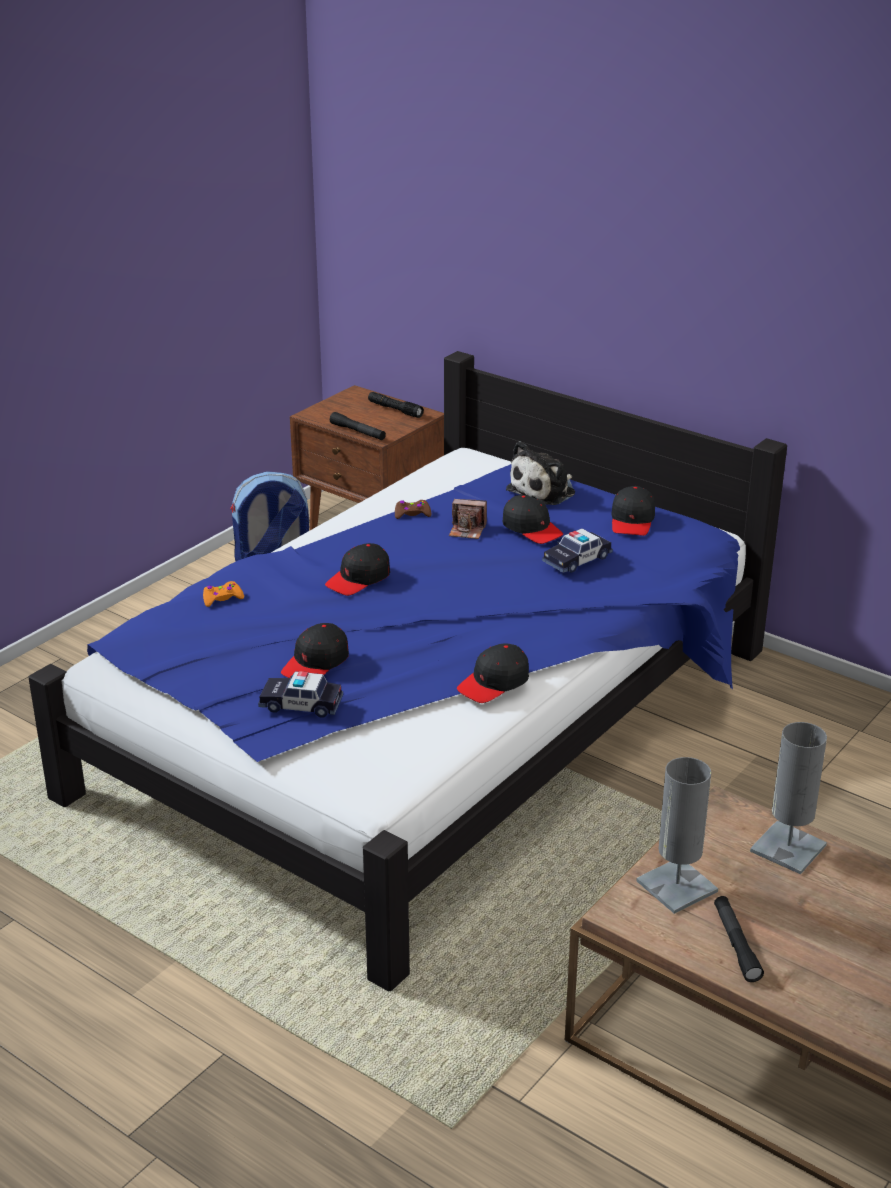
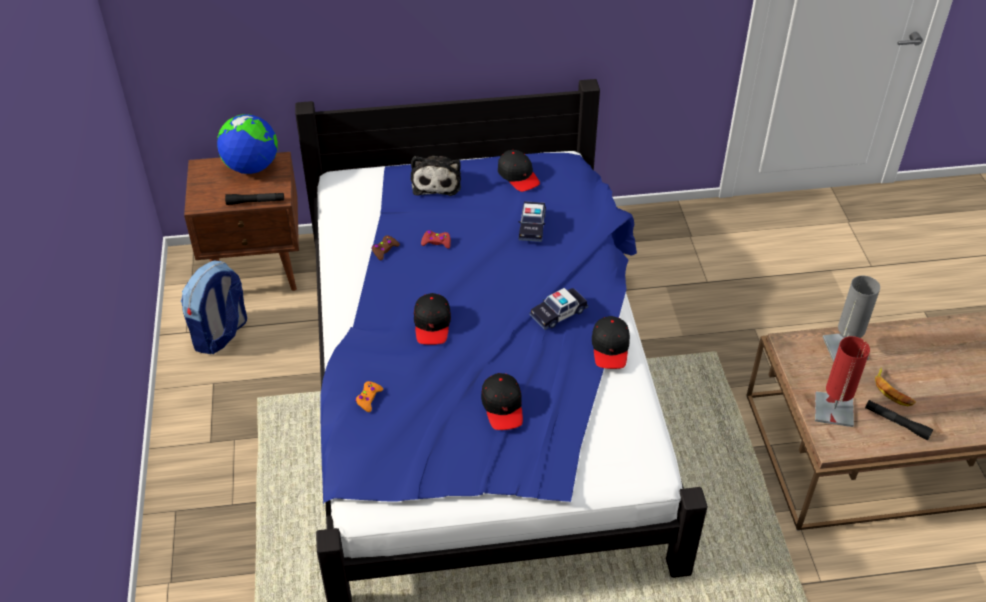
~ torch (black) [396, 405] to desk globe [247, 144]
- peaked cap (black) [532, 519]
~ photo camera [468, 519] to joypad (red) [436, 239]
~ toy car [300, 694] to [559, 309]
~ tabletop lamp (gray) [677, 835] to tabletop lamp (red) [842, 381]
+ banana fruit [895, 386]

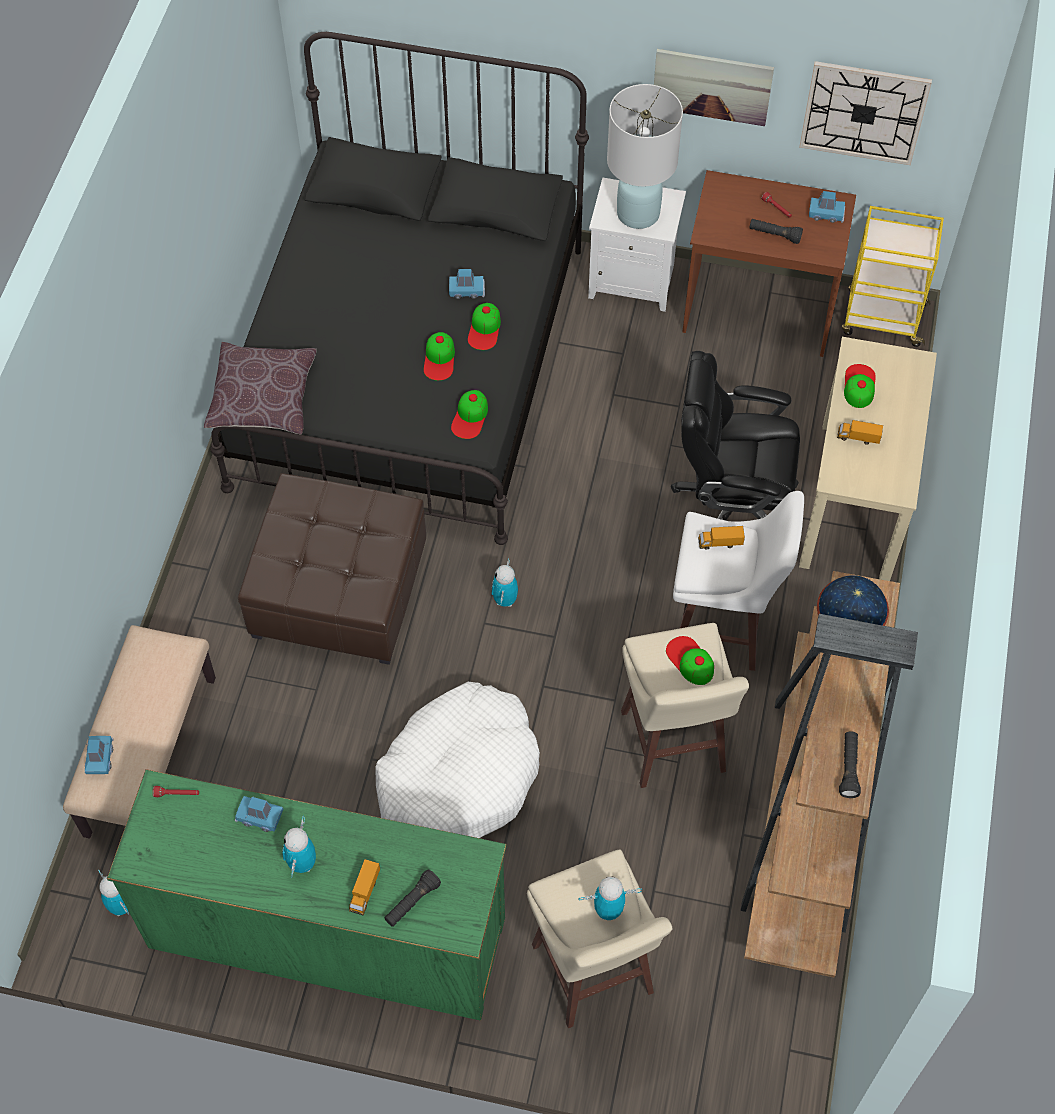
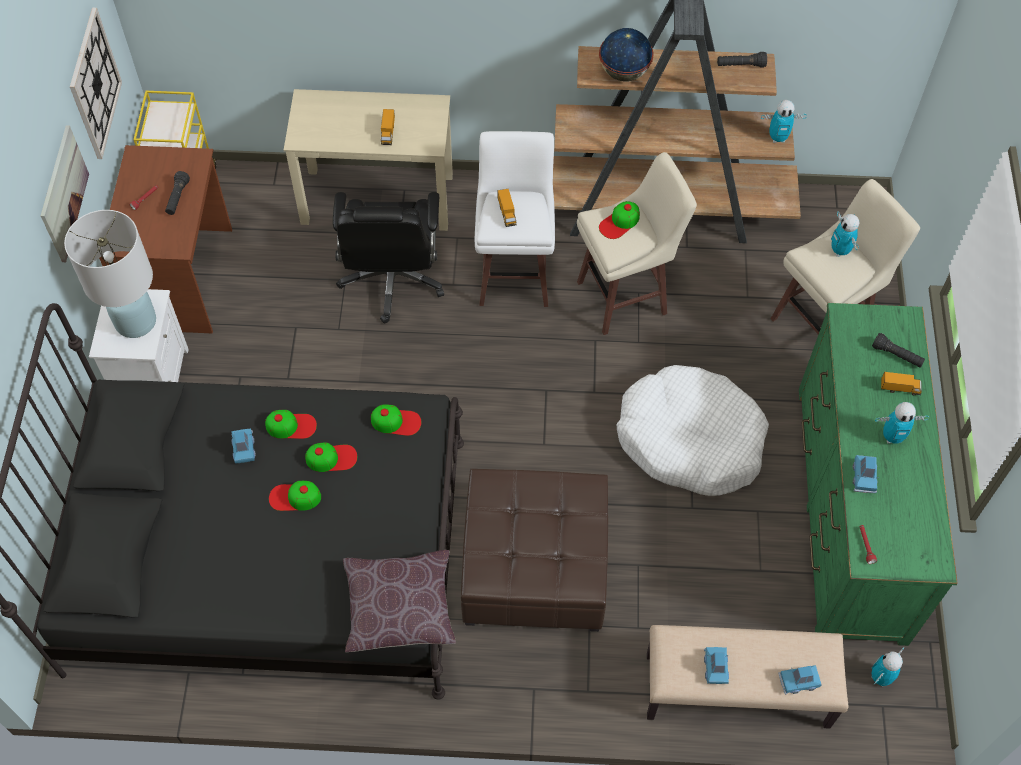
~ toy car (blue-coloured) [827, 207] to [716, 665]
~ peaked cap [860, 386] to [295, 496]
~ model robot [504, 582] to [784, 121]

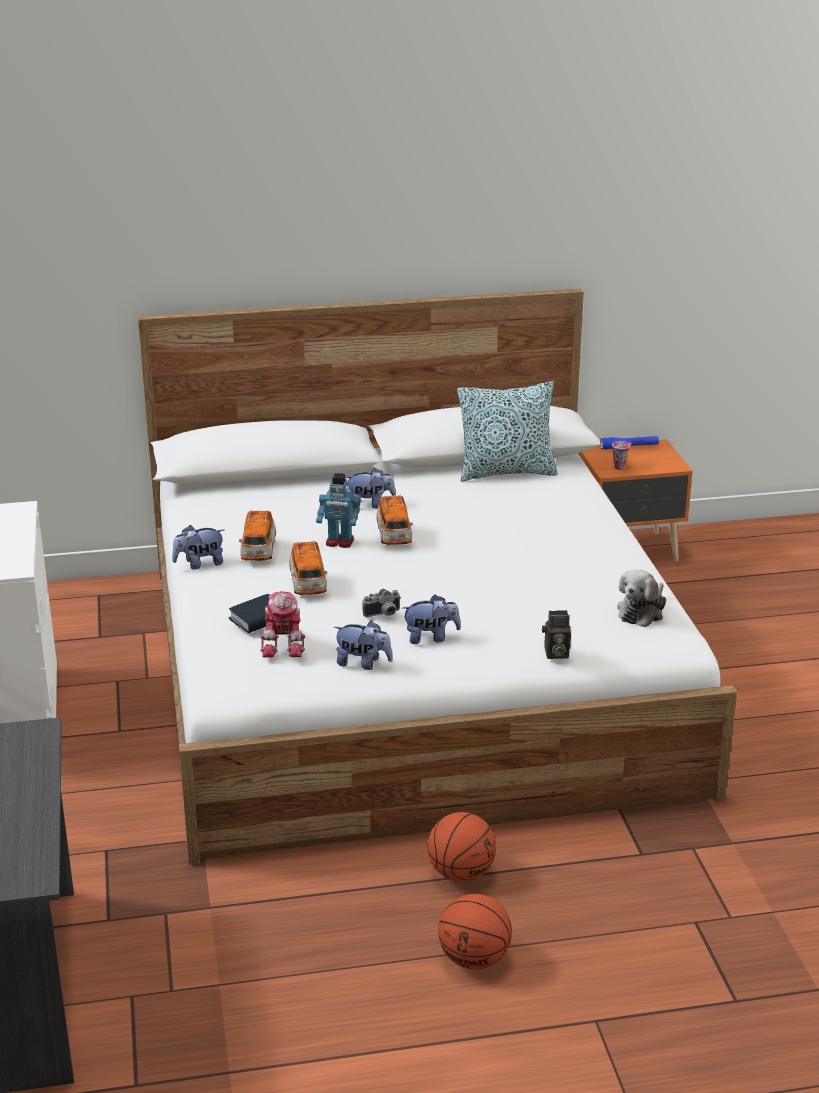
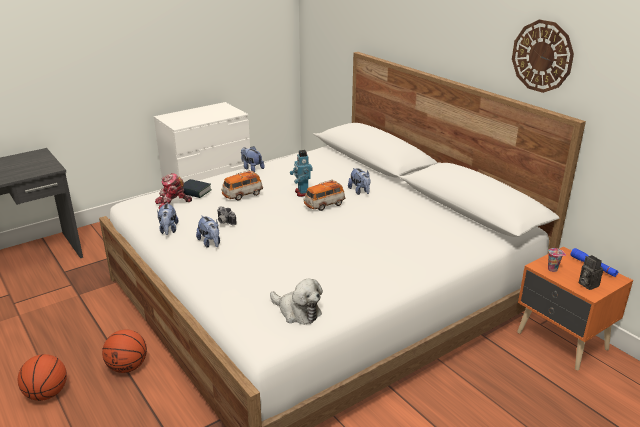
- pillow [507, 431]
- toy car [257, 535]
~ plush toy [641, 598] = [296, 301] 150 degrees counterclockwise
~ photo camera [556, 634] to [591, 272]
+ wall clock [543, 56]

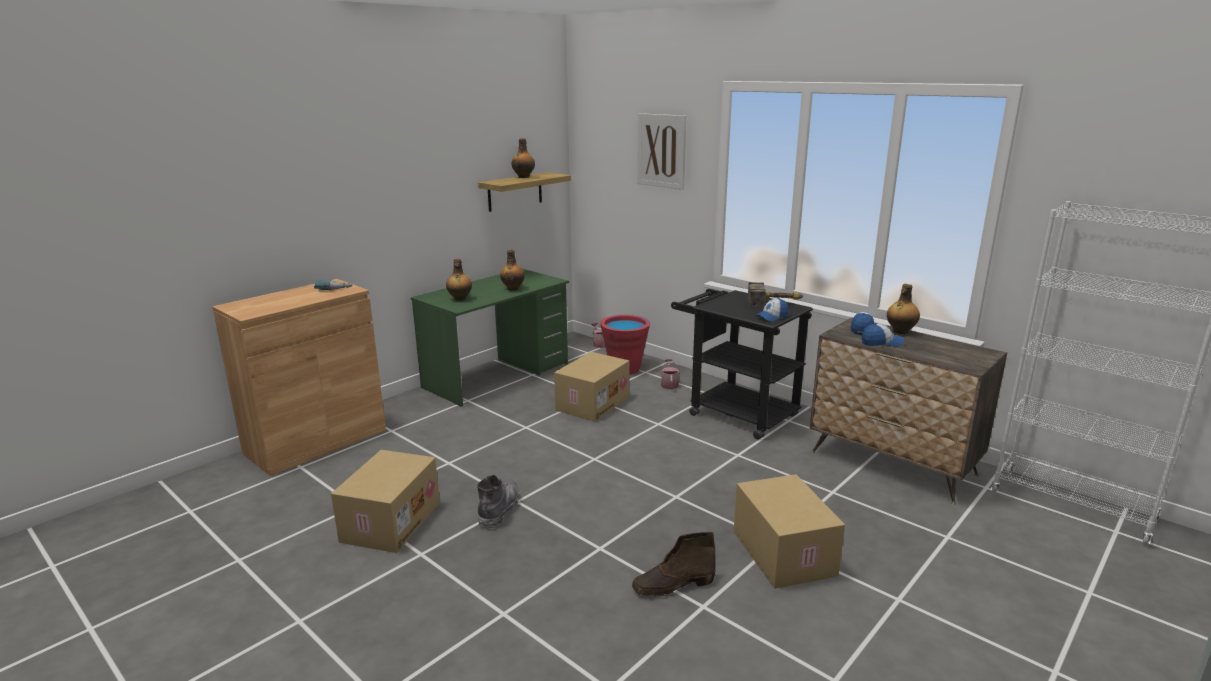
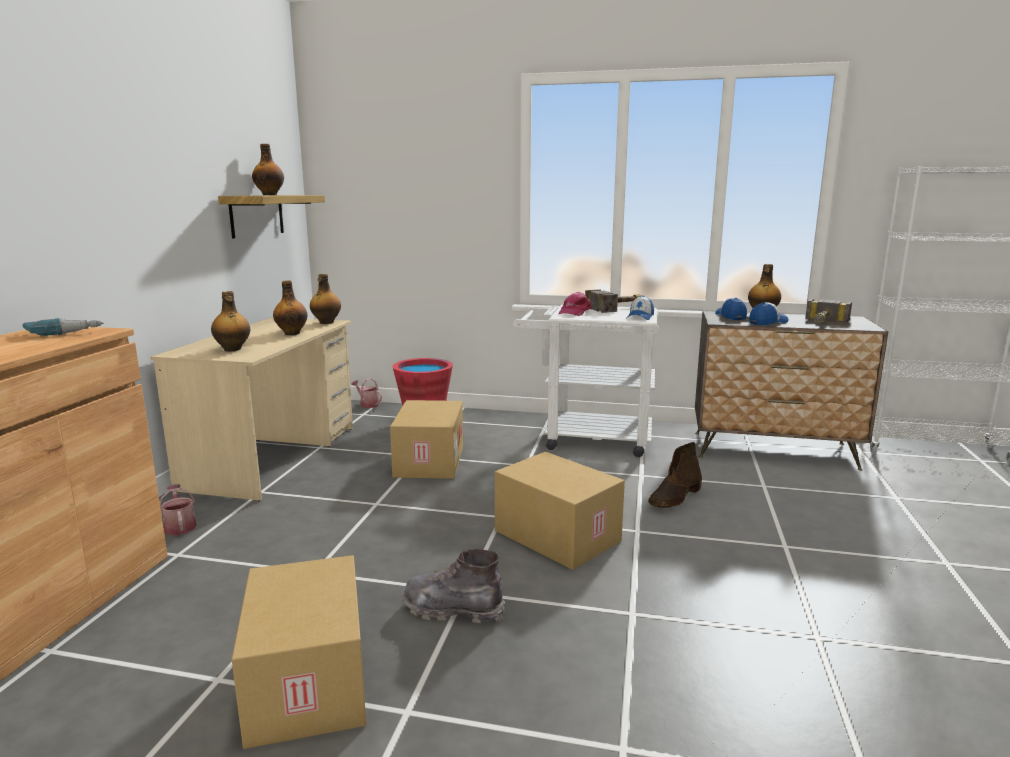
- picture [662, 151]
~ desk unit (green) [490, 338] to desk unit (beige-coloured) [252, 409]
~ cart (black) [742, 364] to cart (whitish) [586, 381]
~ watering can [670, 374] to [178, 509]
~ packing box [789, 531] to [560, 511]
~ high-top boot (gray) [498, 501] = [453, 586] 60 degrees counterclockwise
~ high-top boot (brown) [674, 564] to [675, 475]
+ drink bottle [325, 299]
+ peaked cap (pink-coloured) [575, 304]
+ tool hammer [828, 311]

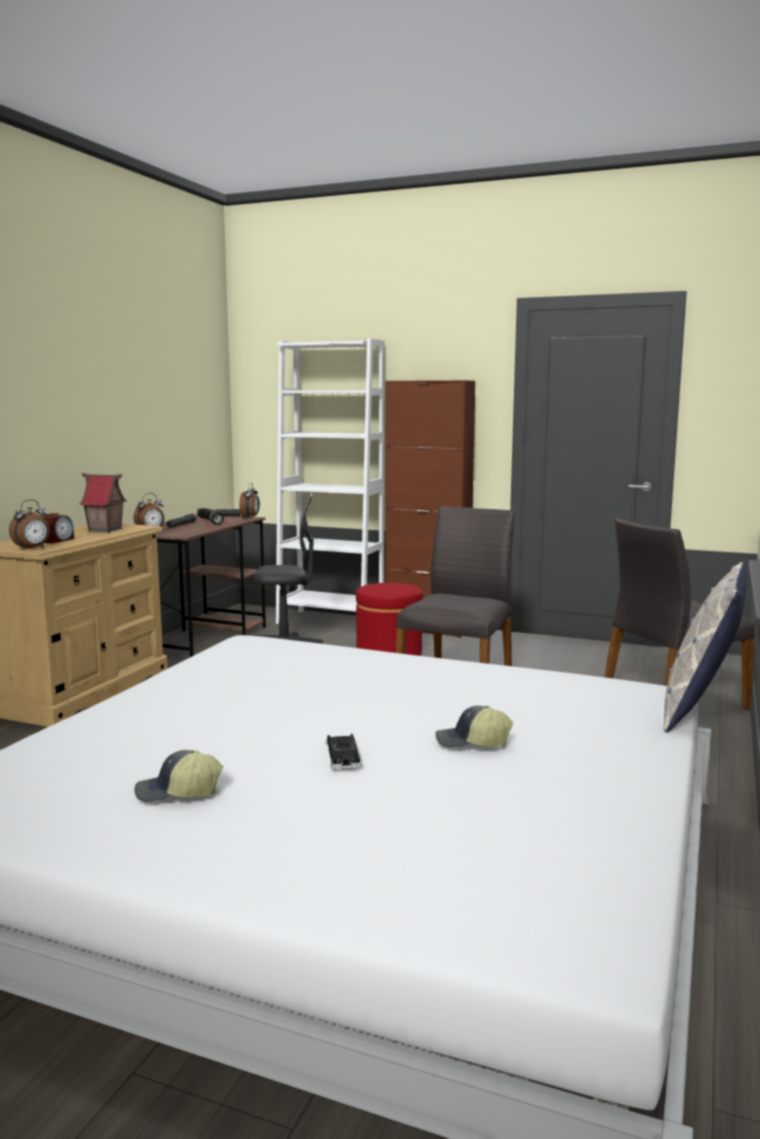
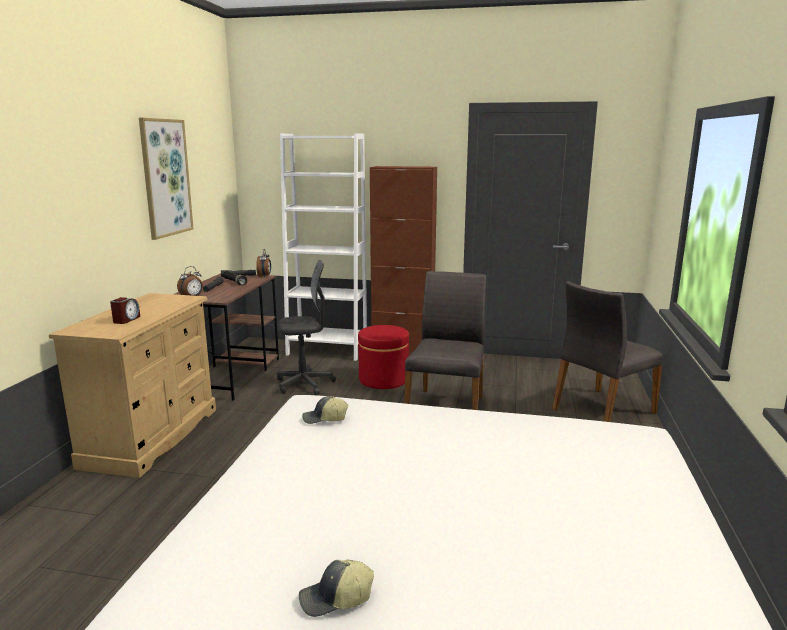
- toy house [103, 502]
- table clock [29, 525]
- pillow [704, 647]
~ peaked cap [474, 726] to [325, 410]
- toy car (black) [344, 751]
+ picture [166, 179]

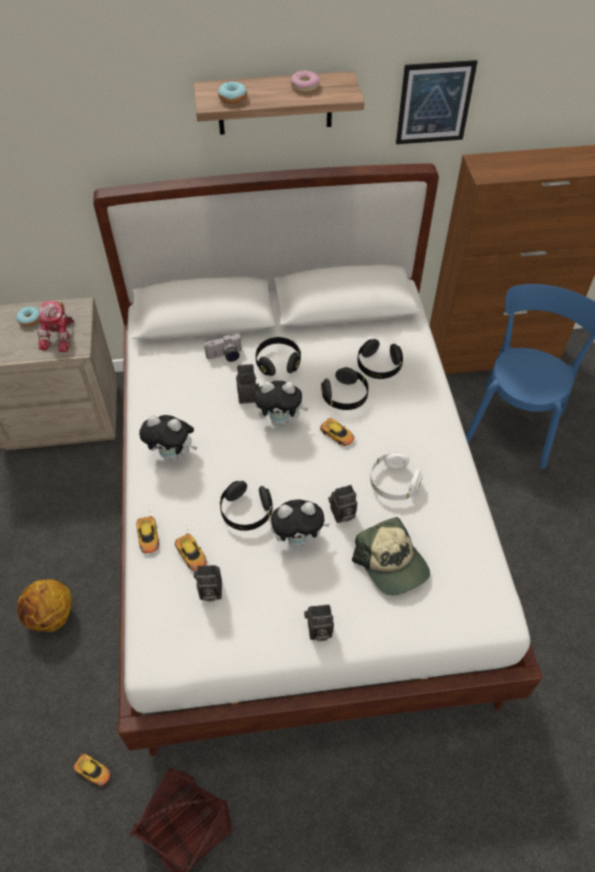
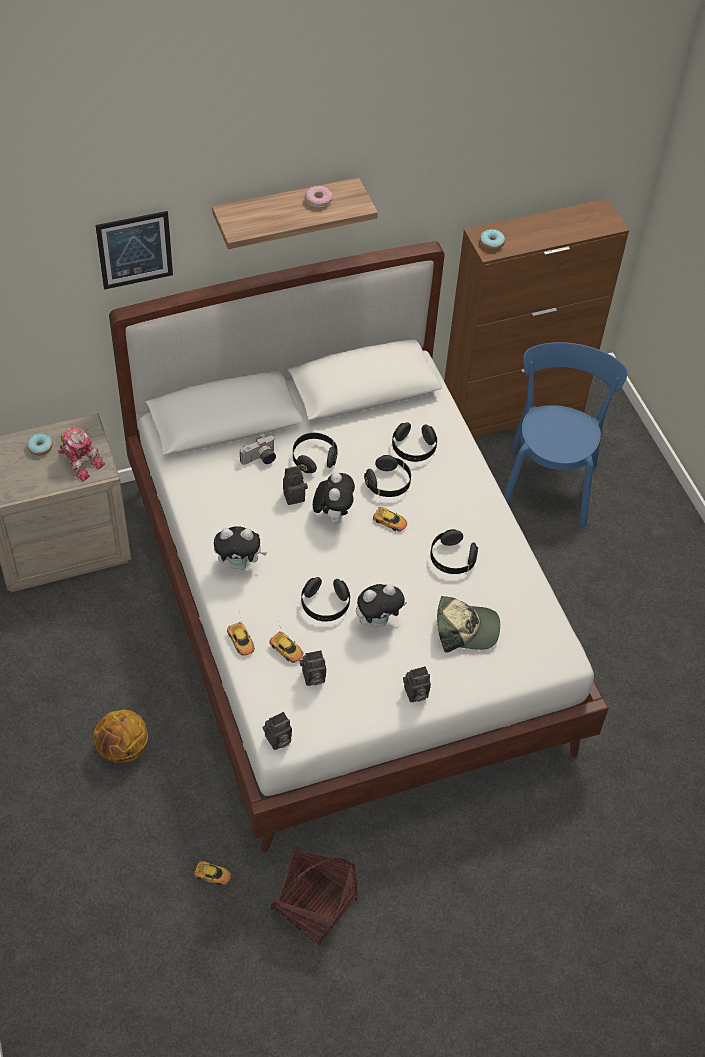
~ picture [437, 102] to [134, 250]
~ donut [232, 92] to [492, 239]
~ model robot [55, 326] = [81, 454] 45 degrees counterclockwise
~ plush toy [282, 403] = [334, 498] 75 degrees counterclockwise
~ headset (whitish) [396, 476] to headset (black) [454, 551]
~ photo camera [342, 504] to [277, 731]
~ peaked cap [391, 556] = [468, 624] 45 degrees counterclockwise

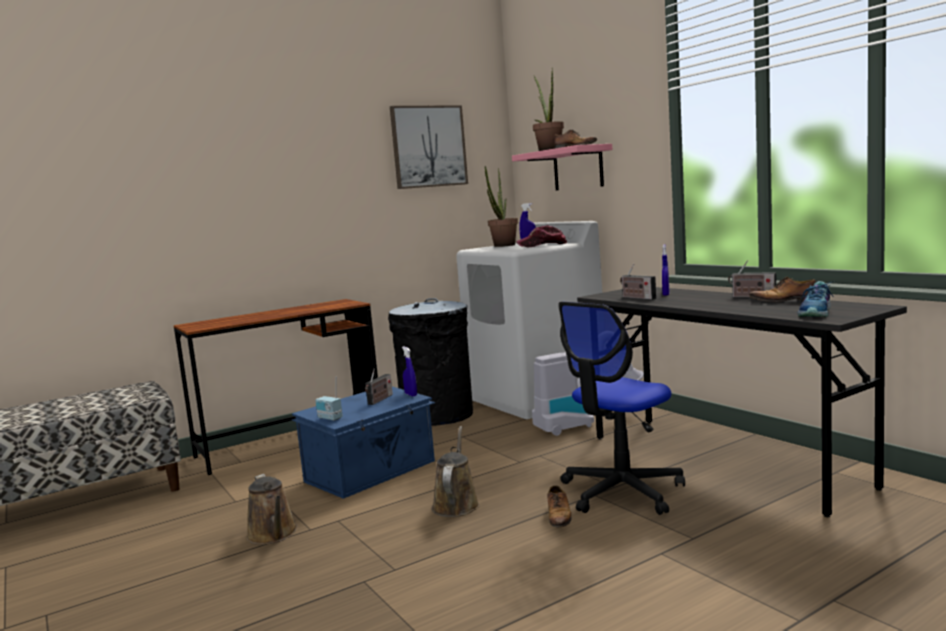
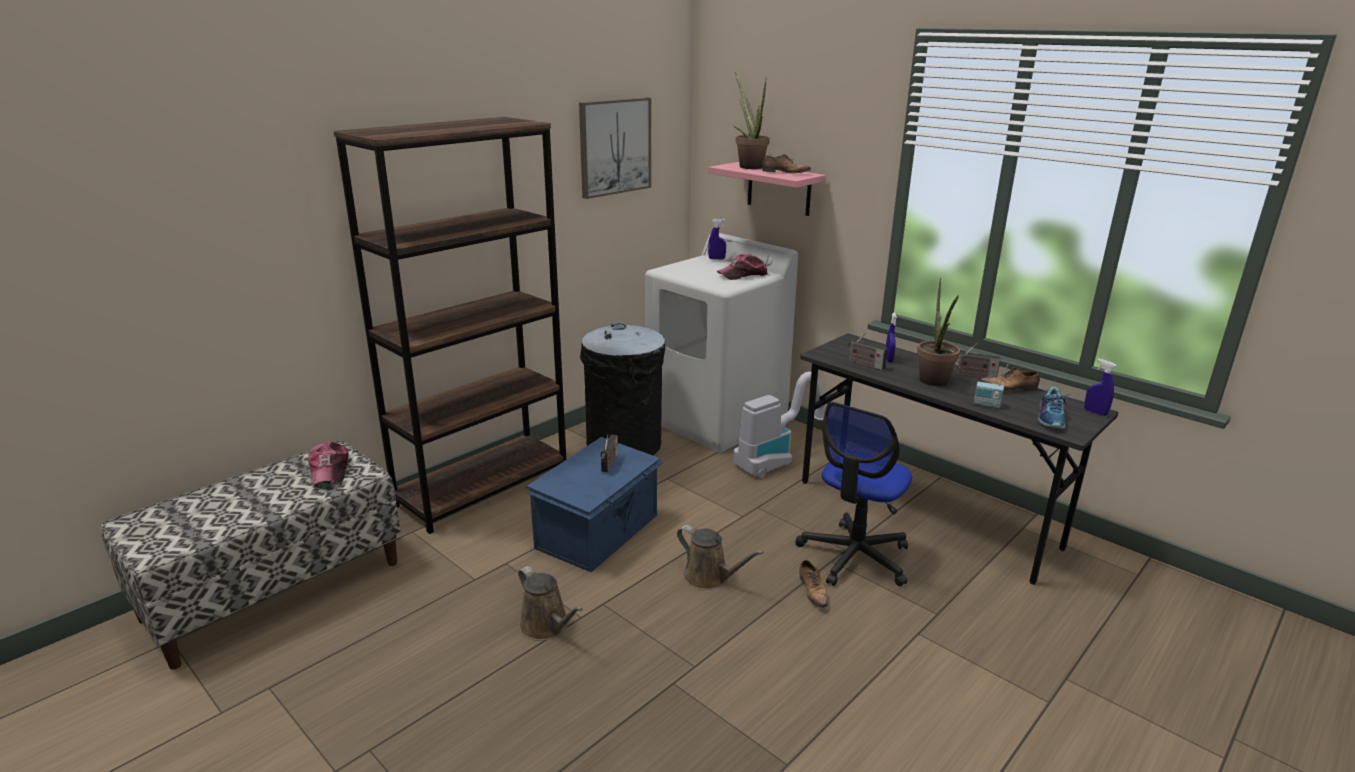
~ potted plant [501, 206] to [938, 332]
~ desk unit (brown) [276, 387] to shelving unit (brown) [449, 325]
~ spray bottle (blue-coloured) [409, 371] to [1100, 387]
~ radio [329, 399] to [991, 386]
~ watering can (brown) [455, 471] = [720, 557] 135 degrees clockwise
+ peaked cap [328, 463]

